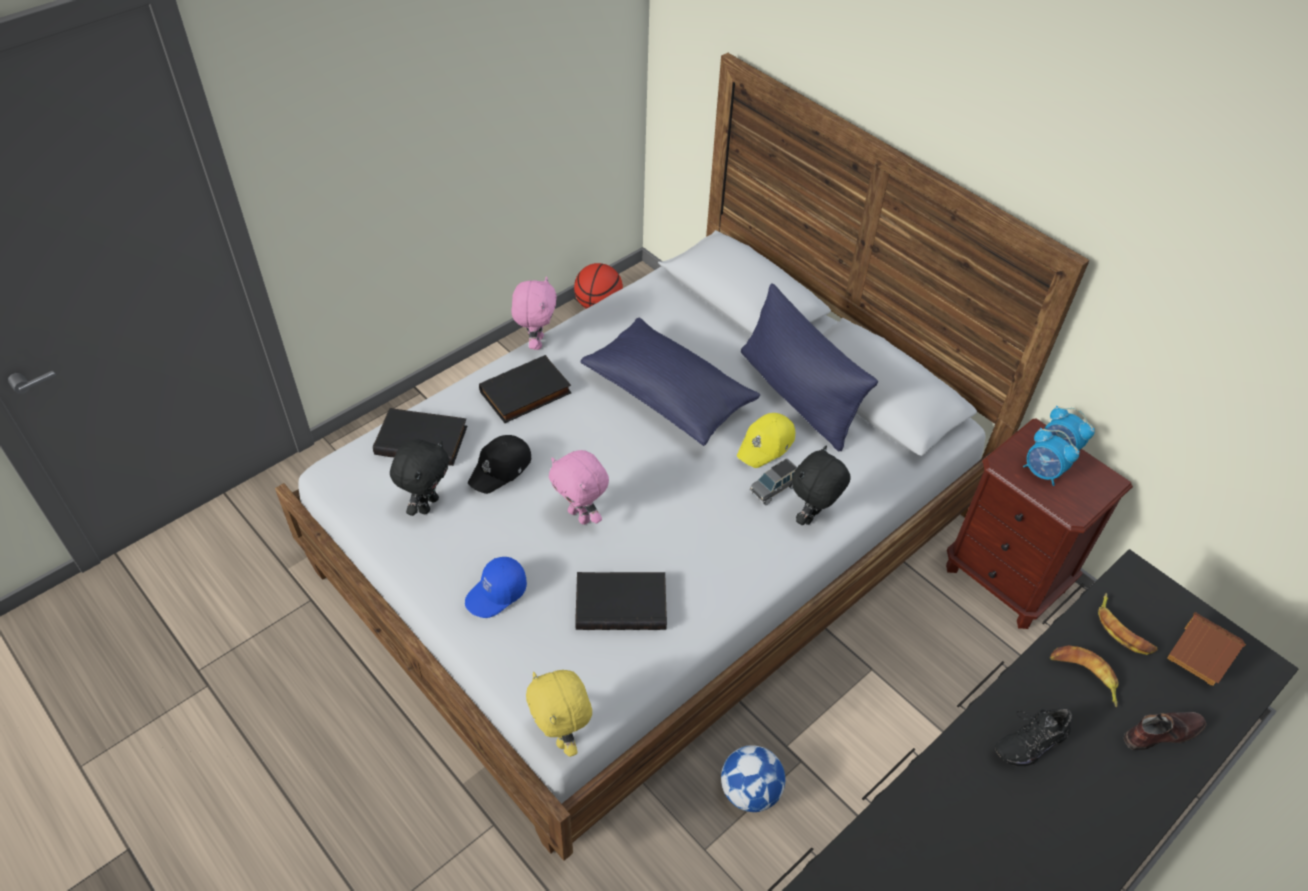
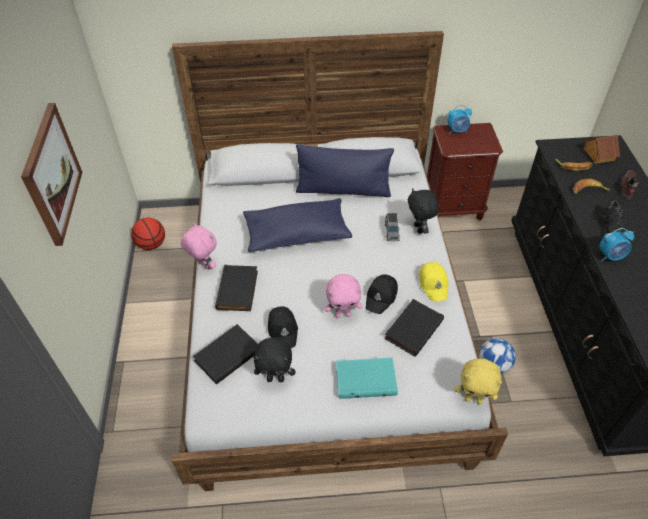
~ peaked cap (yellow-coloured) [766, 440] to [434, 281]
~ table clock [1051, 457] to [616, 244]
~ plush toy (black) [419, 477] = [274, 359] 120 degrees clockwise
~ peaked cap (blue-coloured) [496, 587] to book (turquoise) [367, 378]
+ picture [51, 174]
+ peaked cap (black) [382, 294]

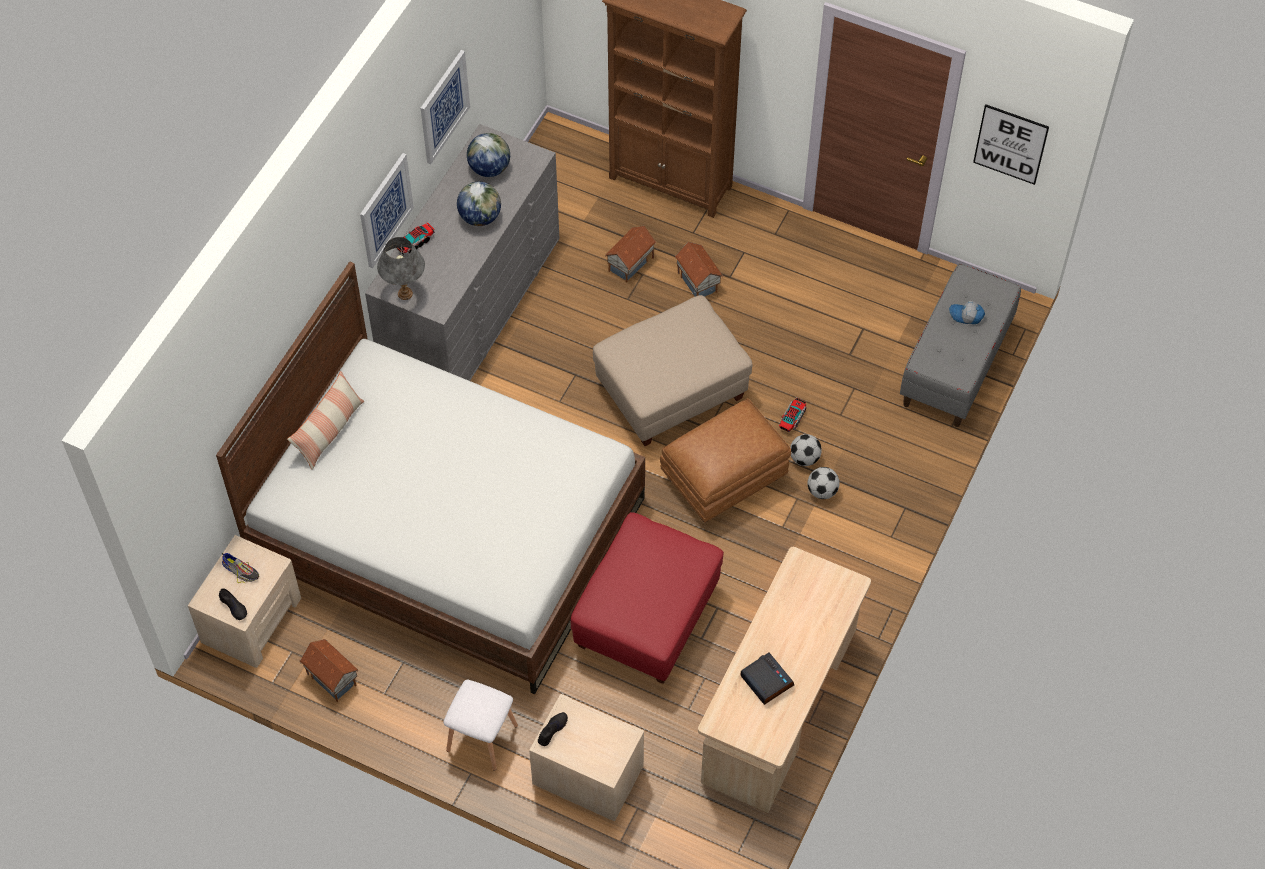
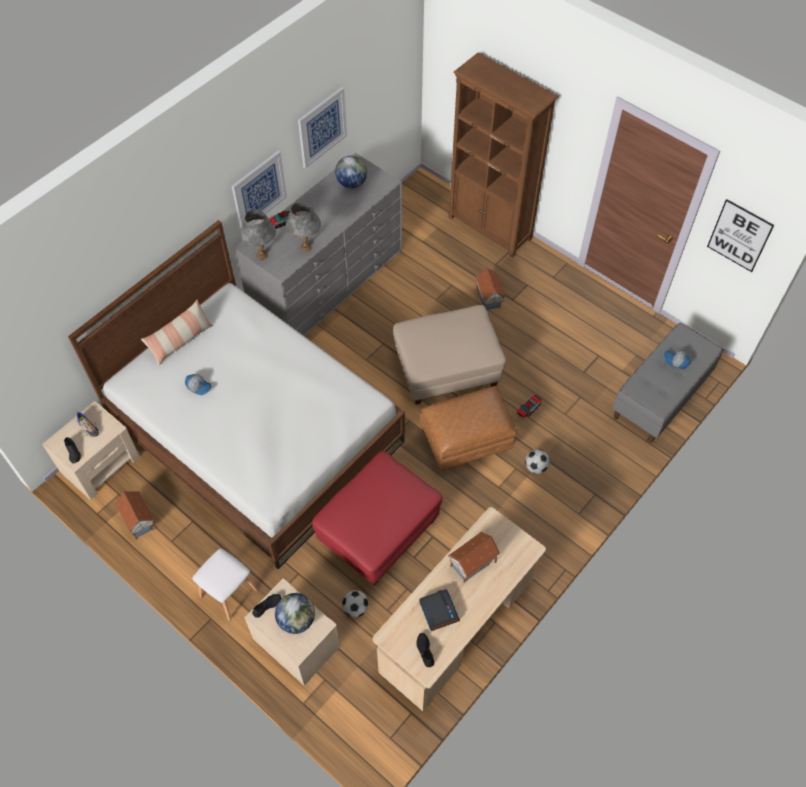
~ desk globe [479, 204] to [295, 613]
~ toy house [630, 254] to [474, 557]
~ football ball [806, 450] to [355, 603]
+ tabletop lamp (gray) [303, 226]
+ peaked cap [198, 384]
+ item of footwear (black) [425, 650]

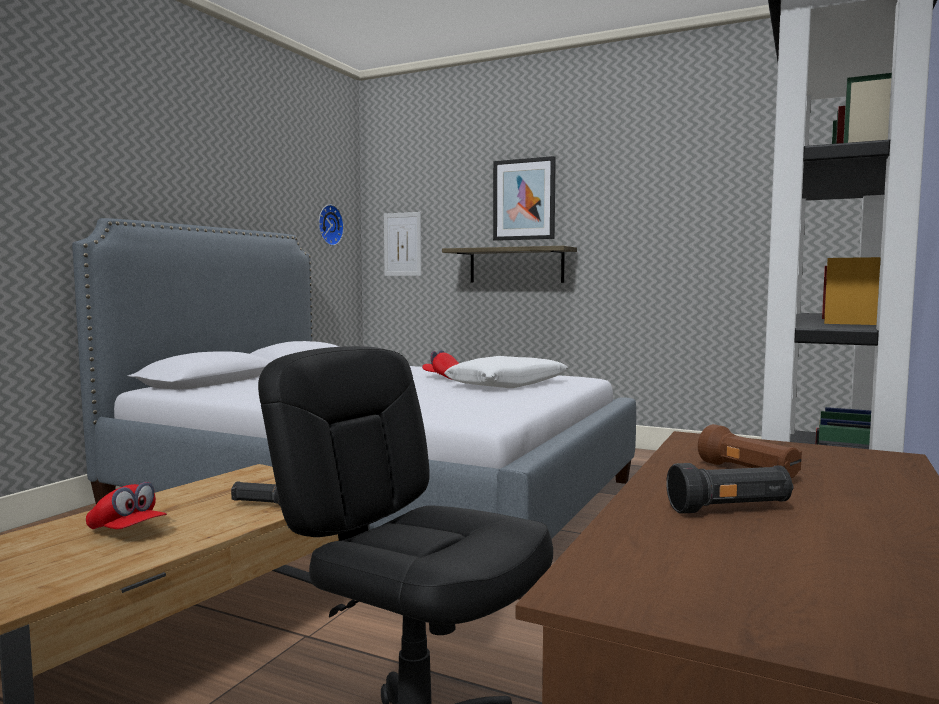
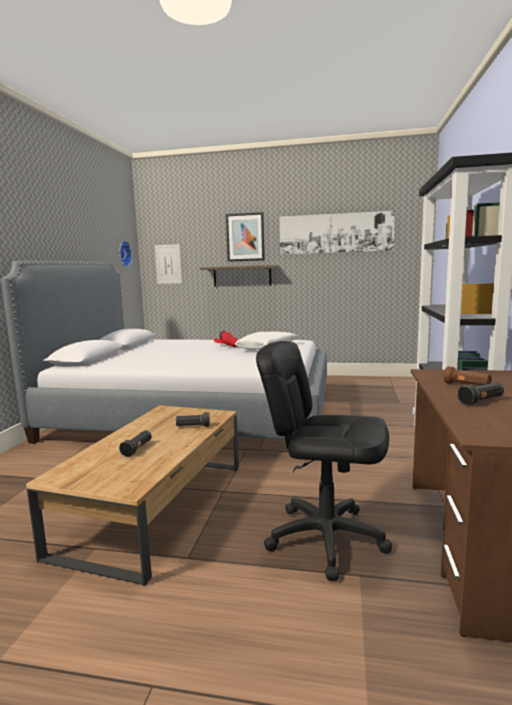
~ peaked cap (red) [126, 505] to torch (black) [135, 443]
+ picture [337, 233]

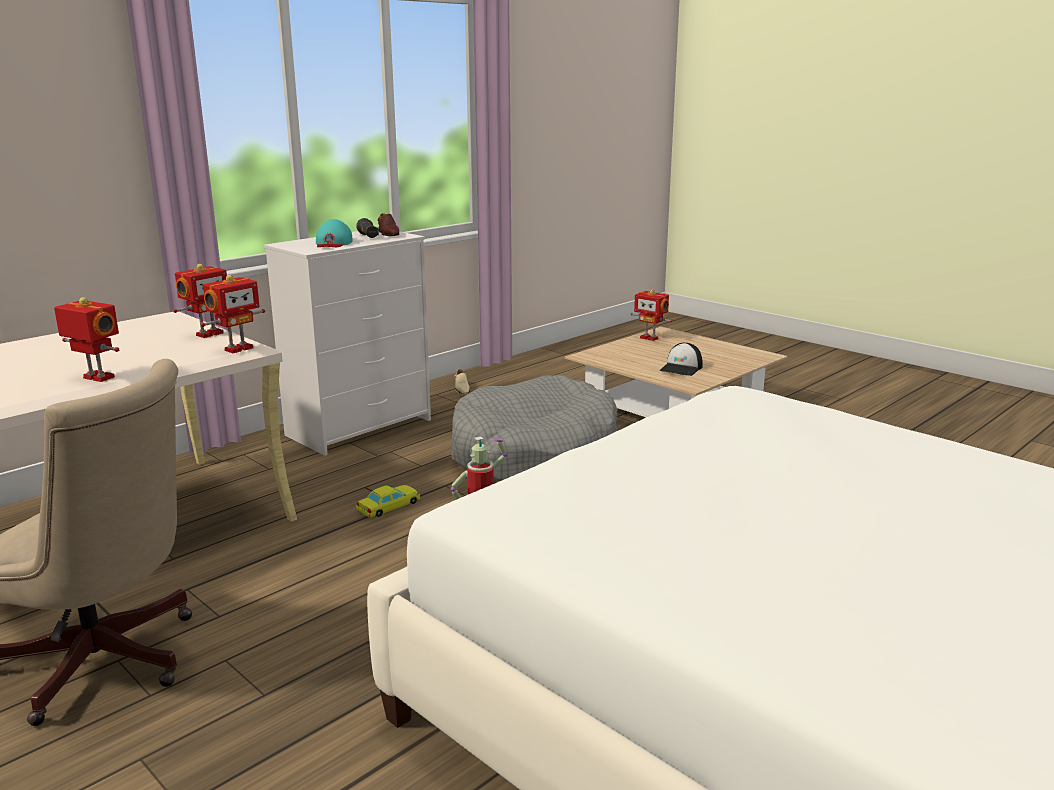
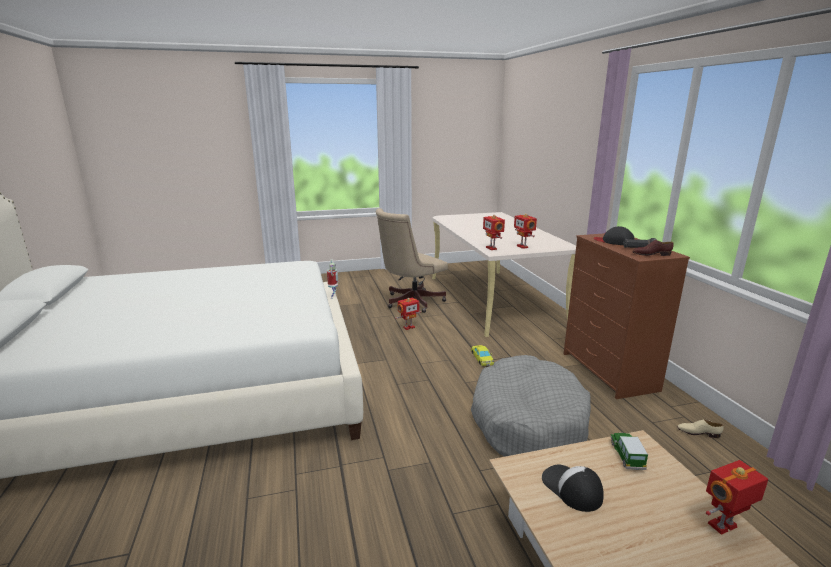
~ peaked cap (turquoise) [334, 233] to peaked cap (black) [614, 235]
~ dresser (whitish) [347, 342] to dresser (brown) [627, 316]
~ model robot [86, 339] to [408, 313]
+ toy car [629, 451]

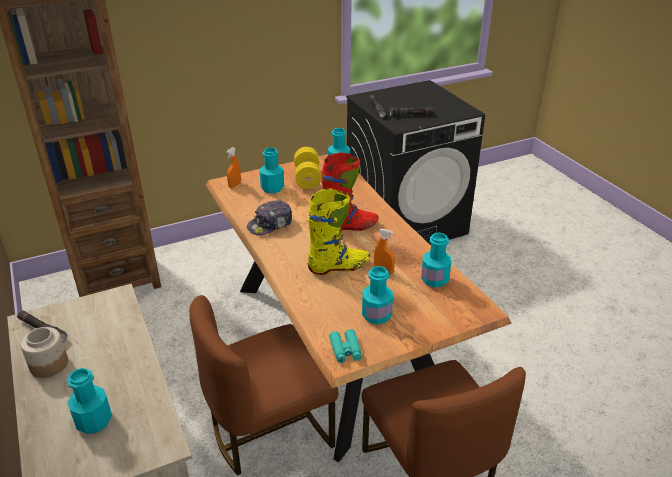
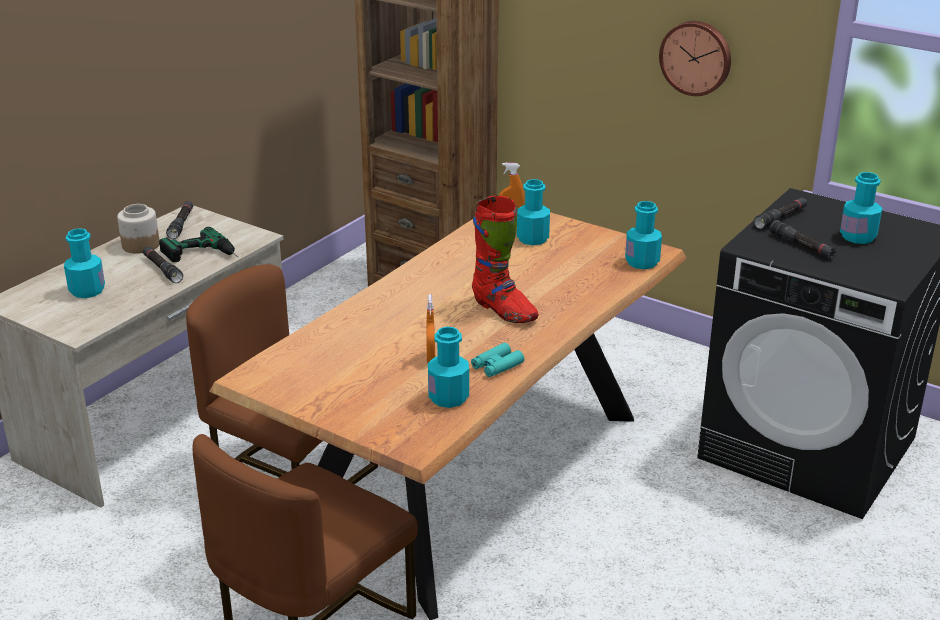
- hand weight (yellow-coloured) [307, 168]
- high-top boot (yellow-coloured) [339, 231]
- peaked cap [269, 217]
~ drink bottle (turquoise) [377, 295] to [861, 208]
~ field glasses (turquoise) [345, 346] to [497, 360]
+ wall clock [695, 58]
+ electric drill [199, 244]
+ torch (black) [163, 264]

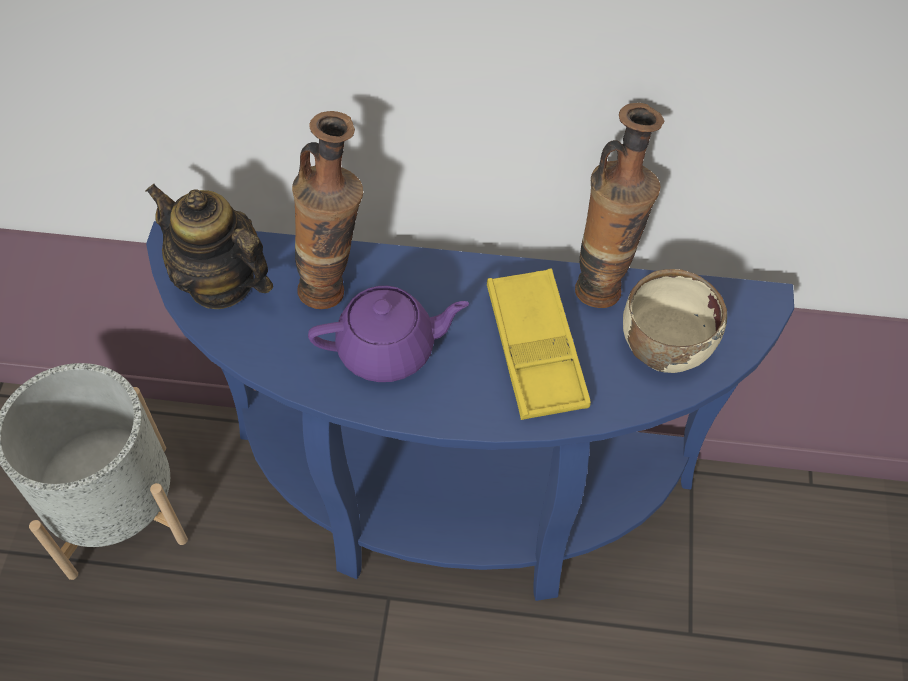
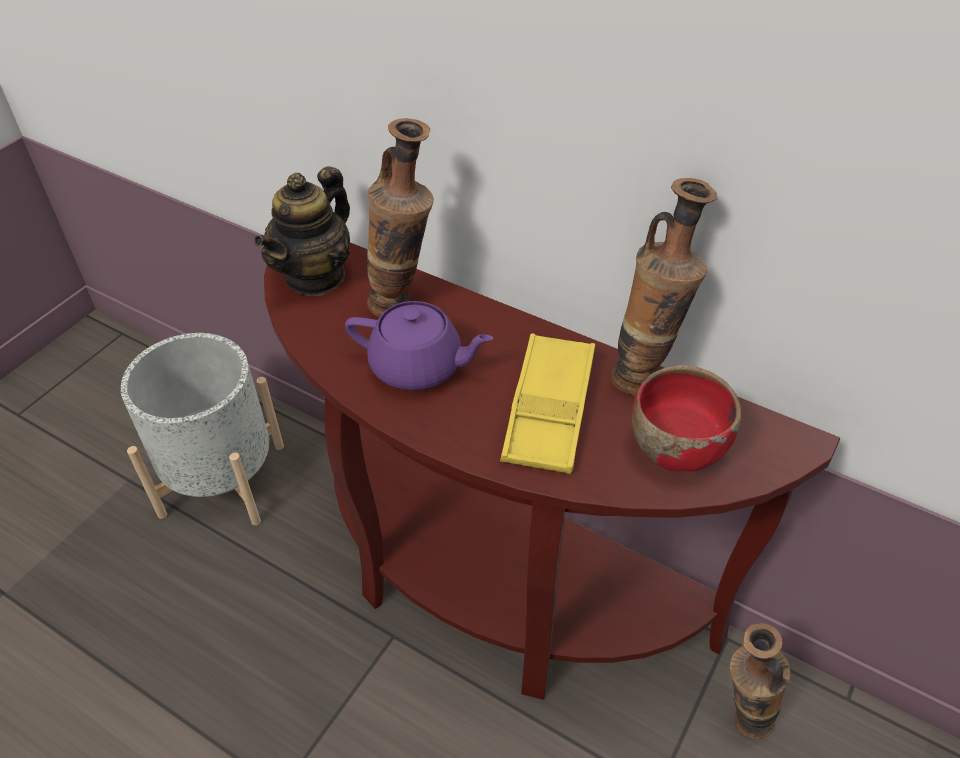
~ teapot [209, 246] = [302, 231] 120 degrees counterclockwise
~ hall table (blue-coloured) [470, 411] to hall table (brown) [552, 471]
~ bowl (beige-coloured) [675, 321] to bowl (red) [686, 418]
+ vase [760, 681]

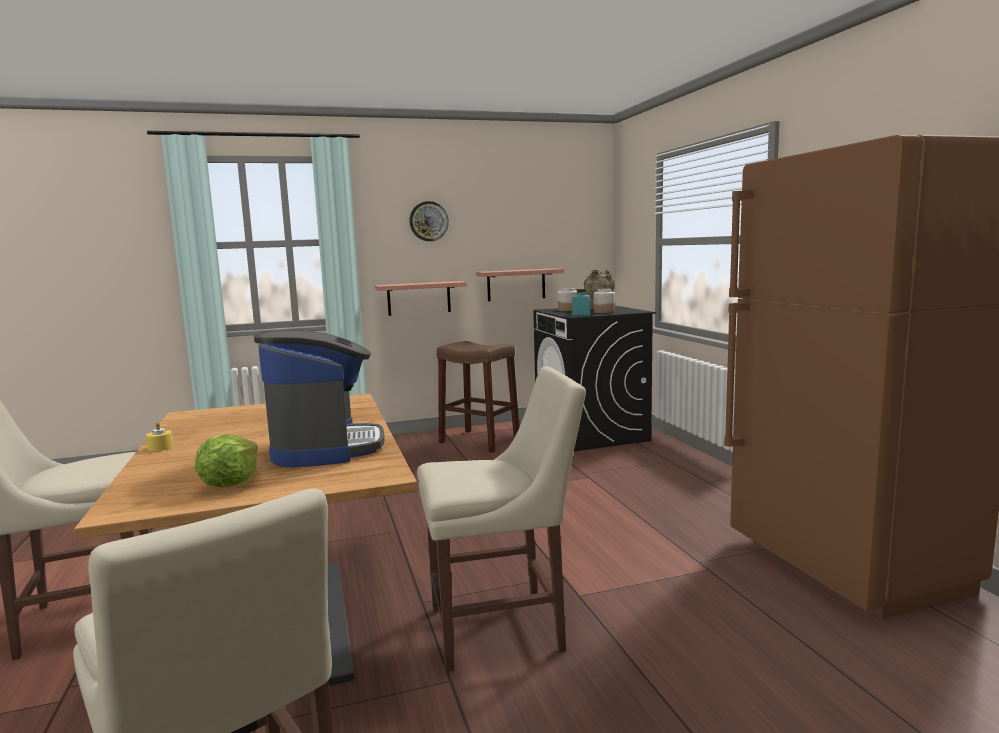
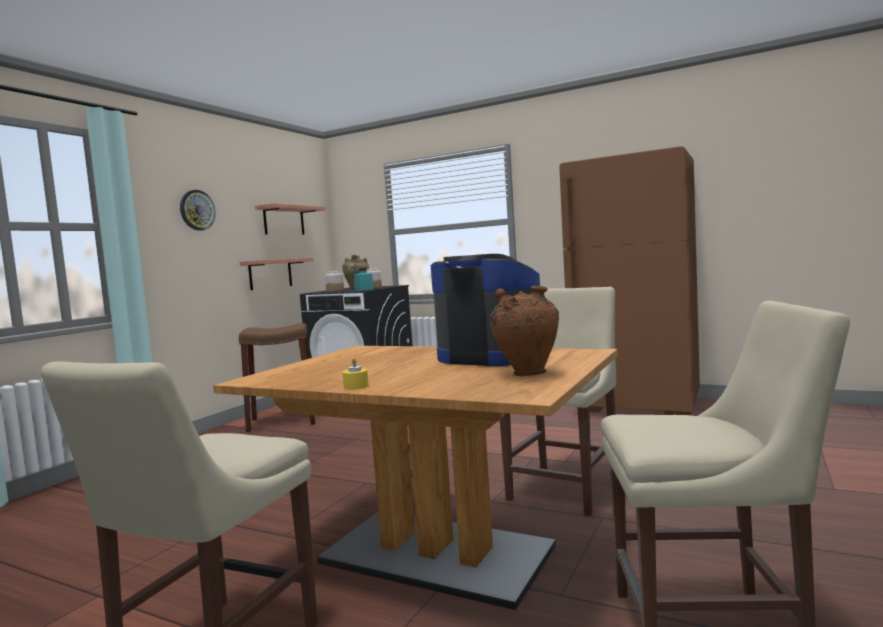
~ wall shelf [421, 298] to [290, 219]
~ lettuce [226, 460] to vase (brown) [524, 331]

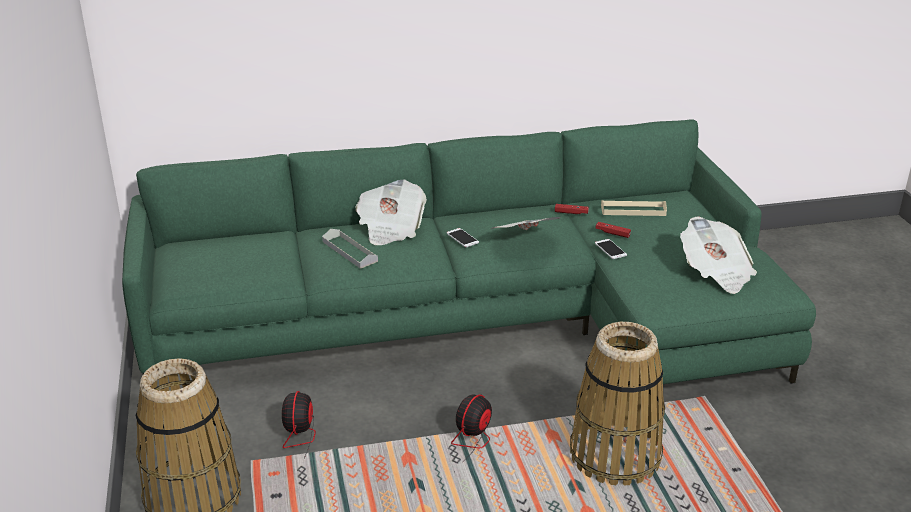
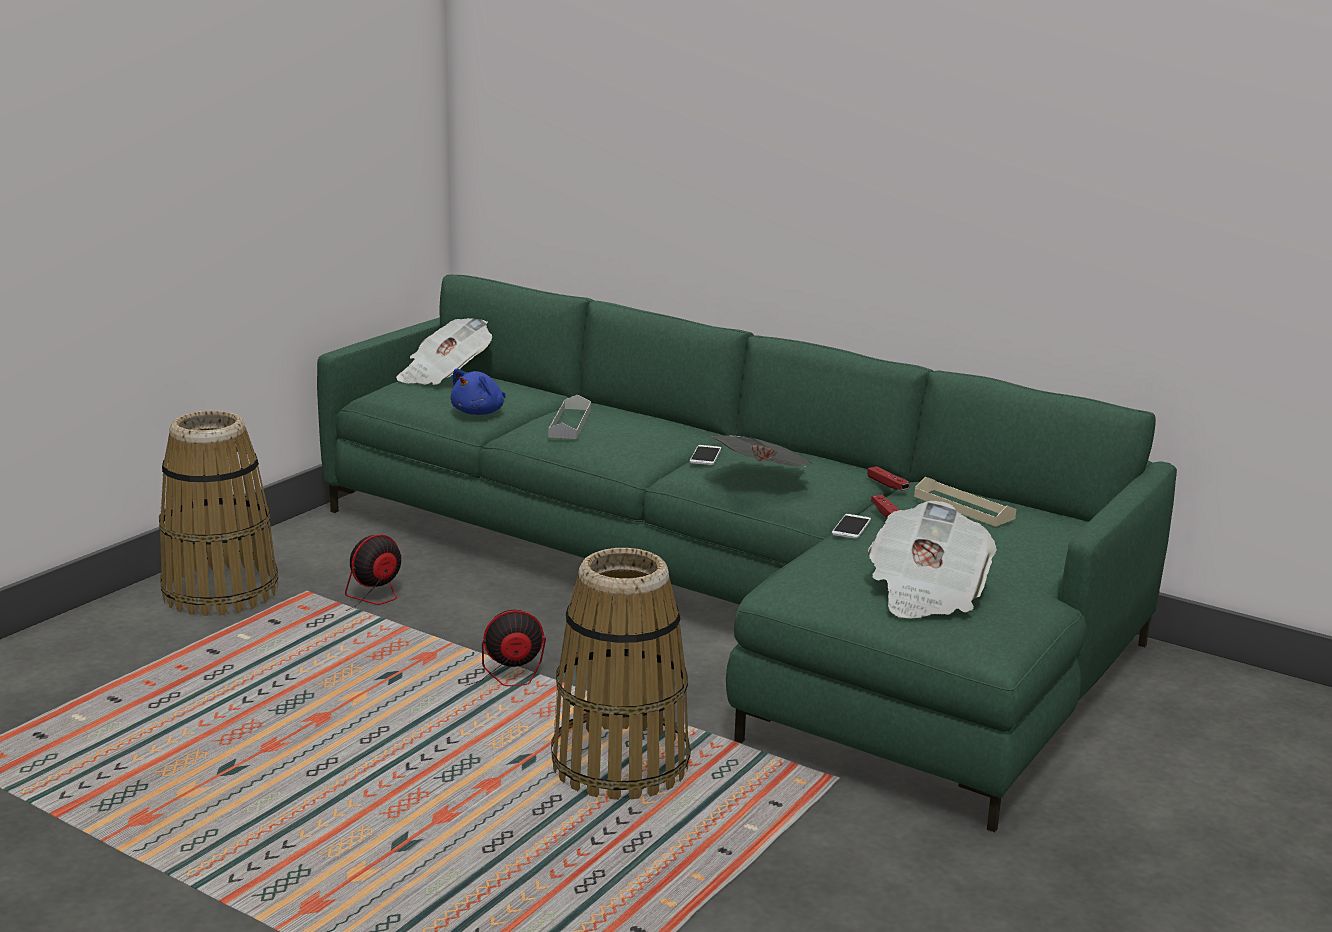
~ newspaper [391, 212] to [444, 351]
+ plush toy (blue-coloured) [478, 392]

